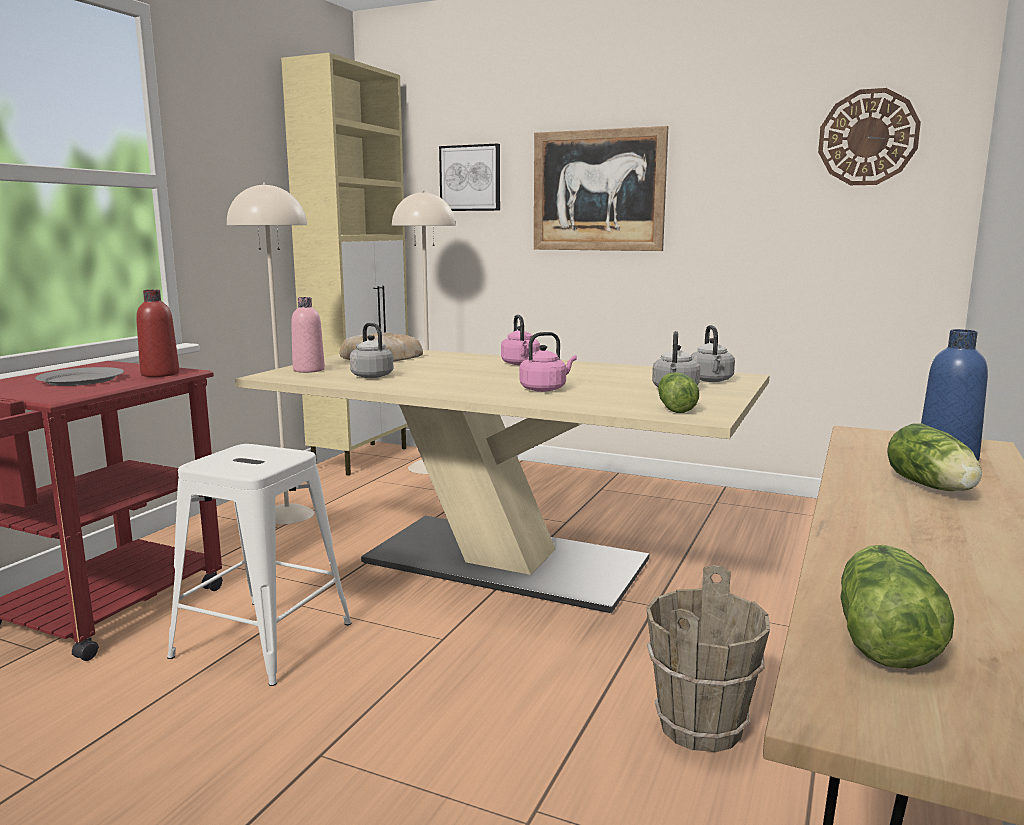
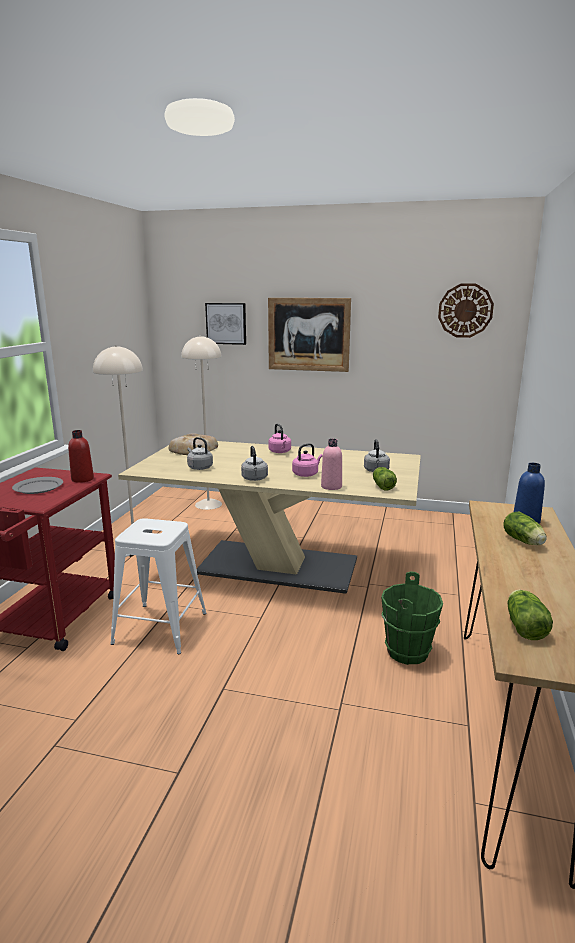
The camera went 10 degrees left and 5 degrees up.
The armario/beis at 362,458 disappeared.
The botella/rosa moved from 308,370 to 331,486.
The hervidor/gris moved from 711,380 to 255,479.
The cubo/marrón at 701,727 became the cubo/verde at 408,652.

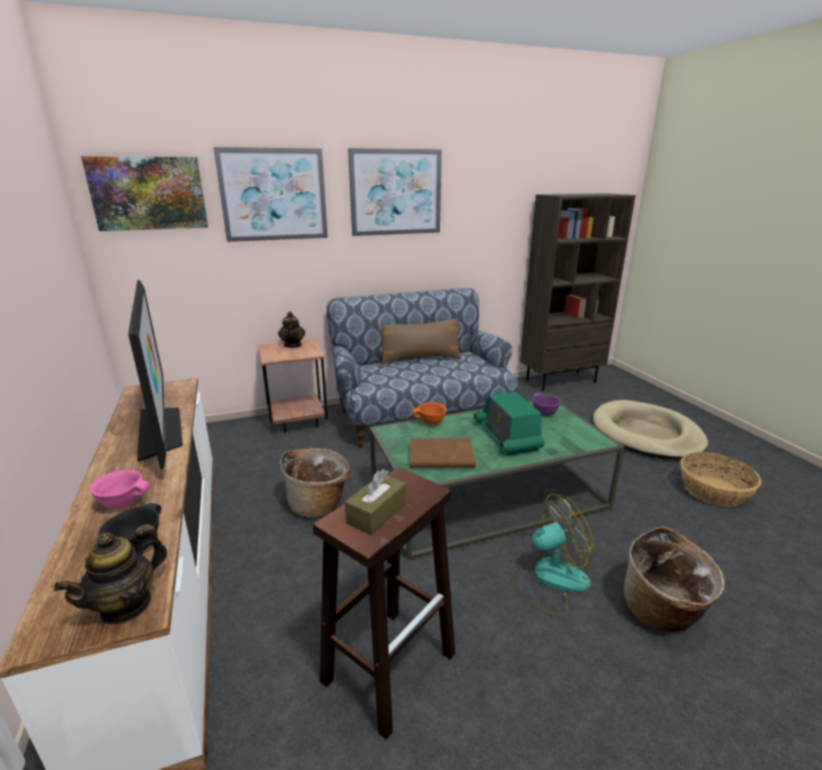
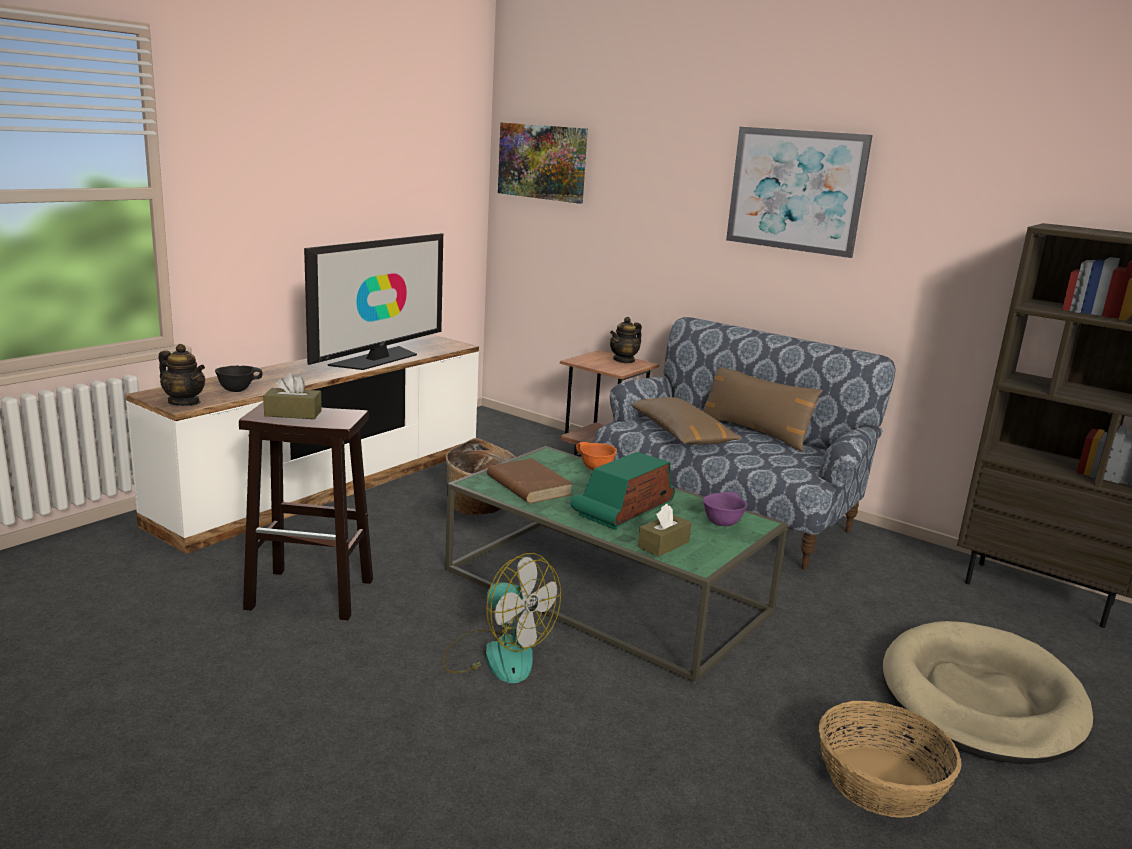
The camera went 55 degrees right and 5 degrees down.
The cuadro at 273,195 disappeared.
The cuenco/rosa at 124,503 disappeared.
The tetera at 127,606 turned 150 degrees counterclockwise.
The cesta at 662,612 disappeared.
The cojín/marrón at 679,433 appeared.
The caja de pañuelos/marrón at 663,544 appeared.

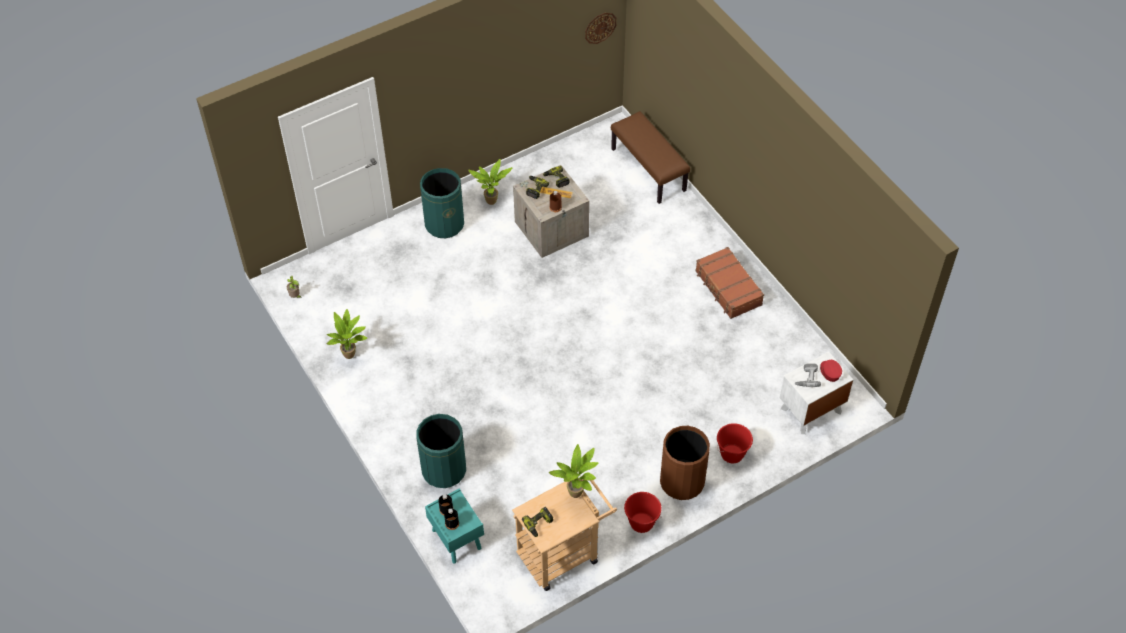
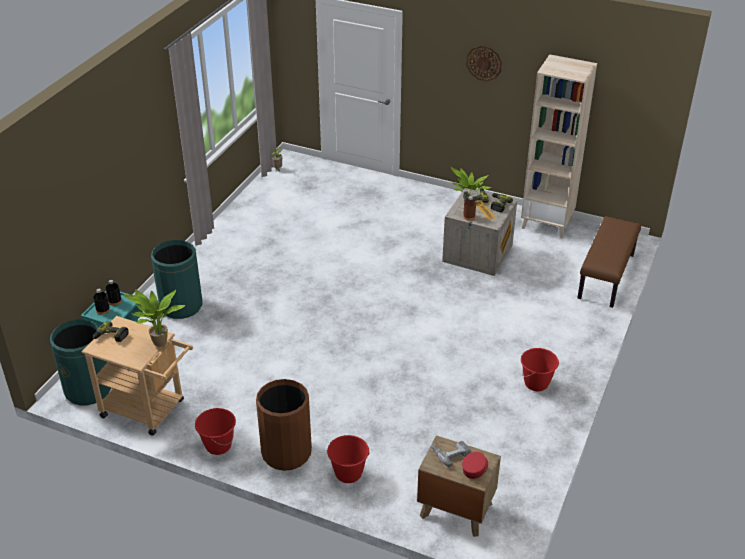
The camera went 55 degrees right and 15 degrees down.
The reloj de pared moved from 600,27 to 484,63.
The papelera/verde moved from 444,224 to 88,389.
The maleta/marrón at 728,288 was replaced by the cubo/rojo at 536,383.
The planta en maceta at 351,355 disappeared.
The mesita de noche/blanco at 810,410 became the mesita de noche/marrón at 455,510.
The estantería/beis at 547,224 appeared.

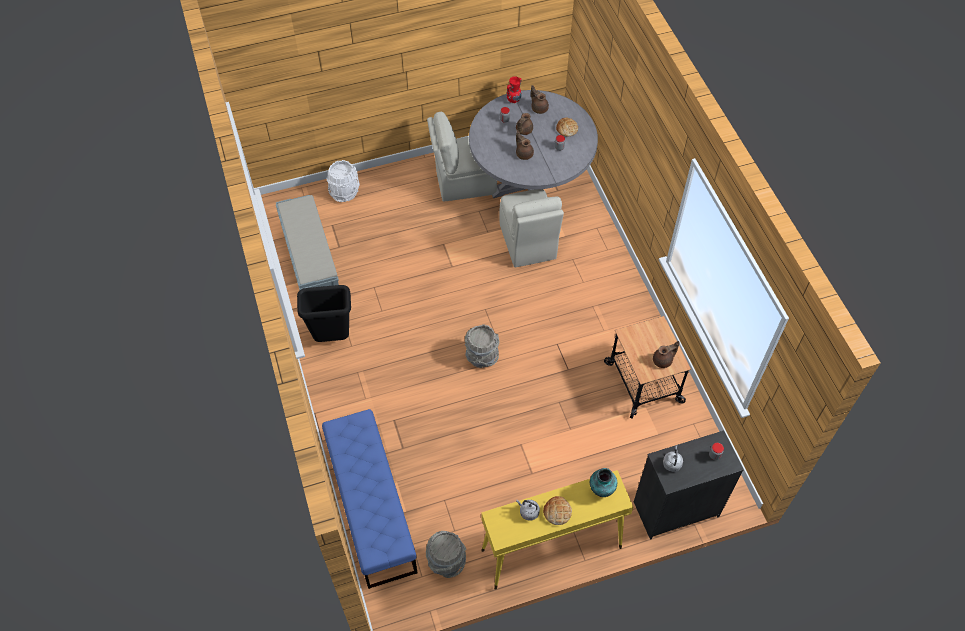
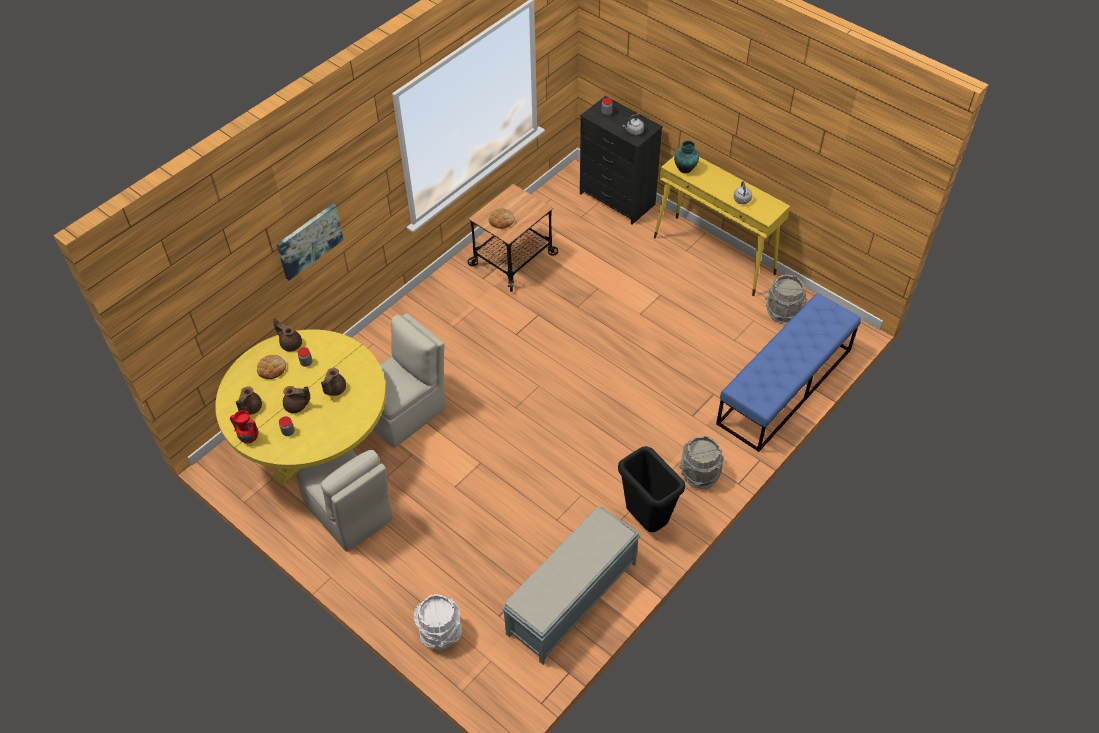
The camera went 120 degrees left and 5 degrees down.
The mesa de comedor/gris at 530,184 became the mesa de comedor/amarillo at 317,448.
The cubo/gris moved from 481,356 to 699,475.
The tetera/marrón moved from 663,360 to 290,343.
The pan moved from 557,512 to 501,220.
The cuadro at 309,241 appeared.

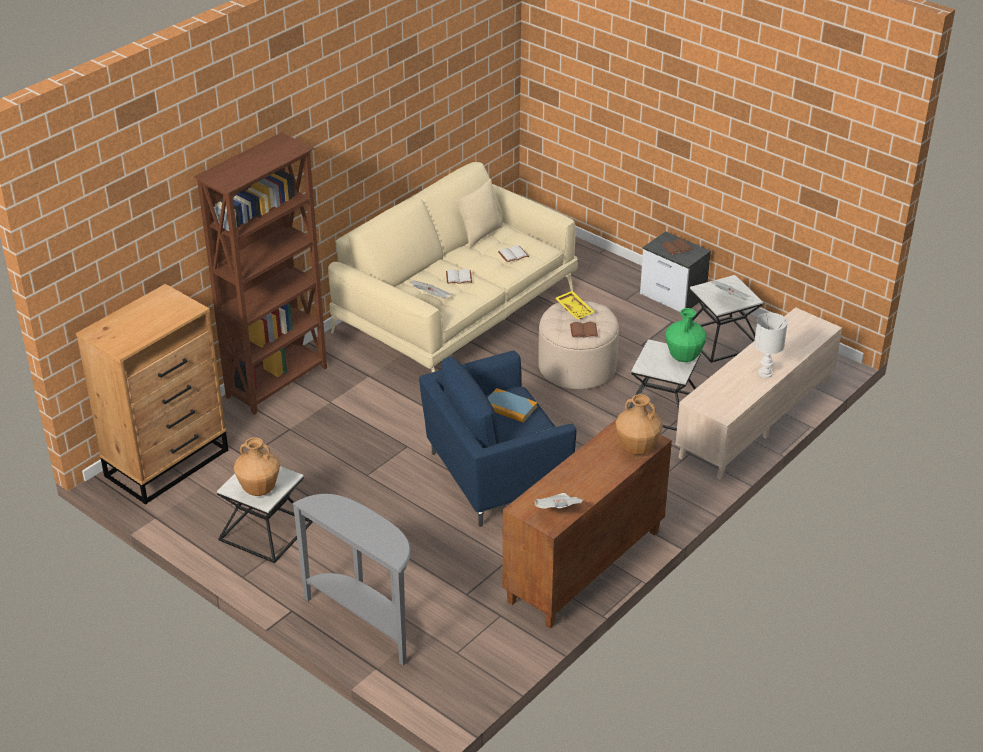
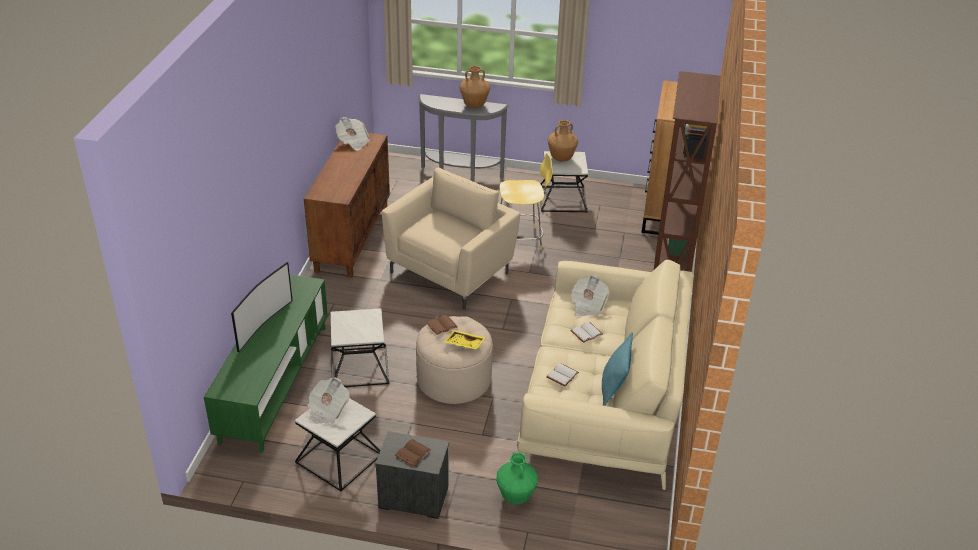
The camera went 150 degrees right and 0 degrees up.
The cojín/beis at 481,234 became the cojín/turquesa at 613,389.
The mueble de televisión/beis at 755,419 became the mueble de televisión/verde at 274,382.
The florero/verde moved from 683,357 to 516,497.
The lámpara de mesa/blanco at 765,374 was replaced by the televisor at 262,324.
The sillón/azul at 494,476 became the sillón/beis at 451,272.
The libro at 509,407 disappeared.
The florero/marrón moved from 636,449 to 474,105.
The taburete/amarillo at 520,239 appeared.

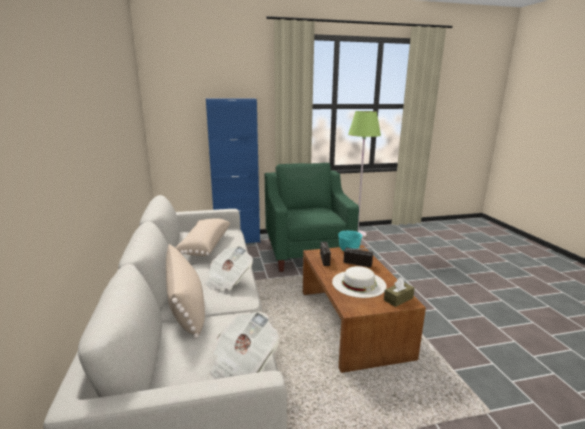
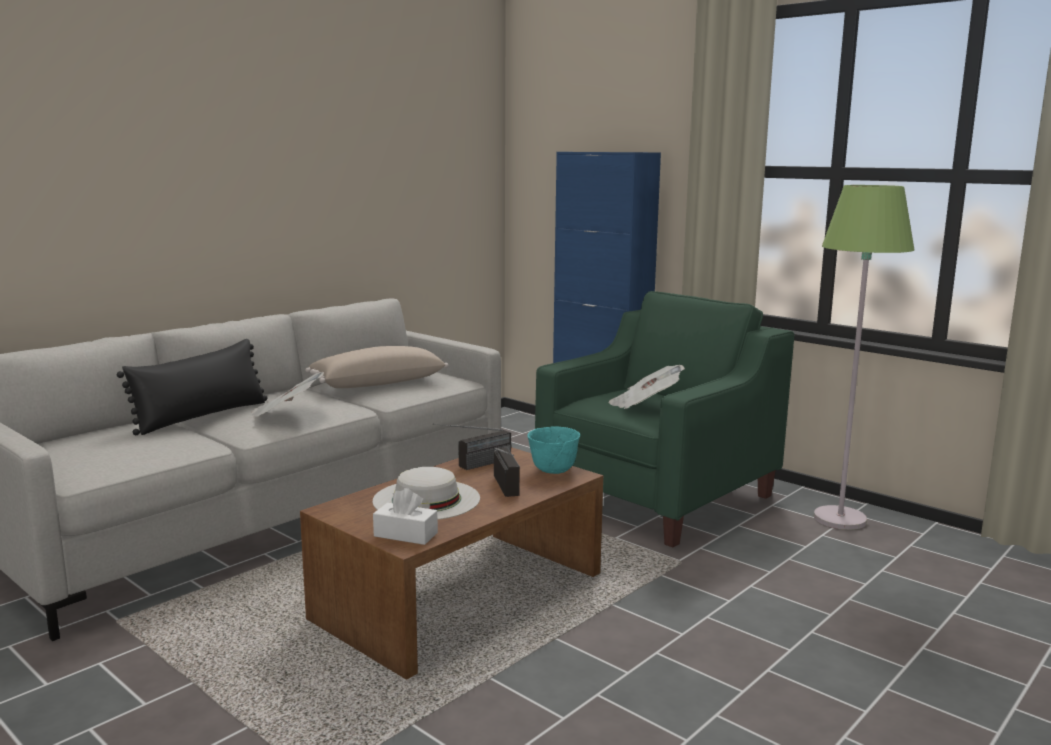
The camera went 55 degrees right and 5 degrees down.
The cojín/beis at 186,306 became the cojín/negro at 202,416.
The caja de pañuelos/marrón at 398,299 became the caja de pañuelos/blanco at 405,534.
The periódico moved from 242,364 to 644,405.

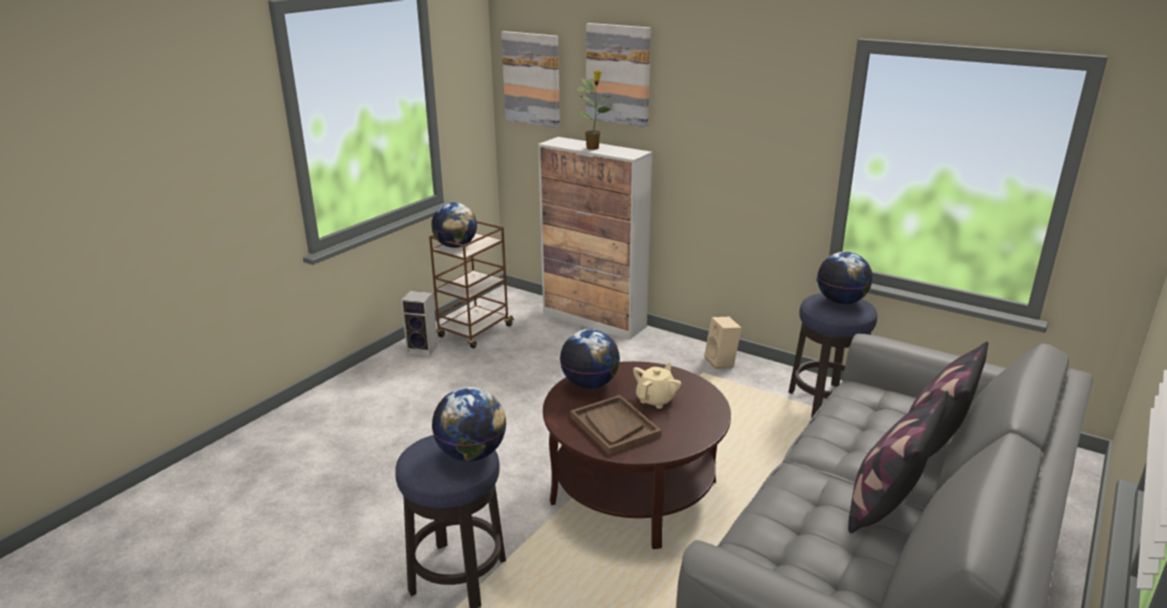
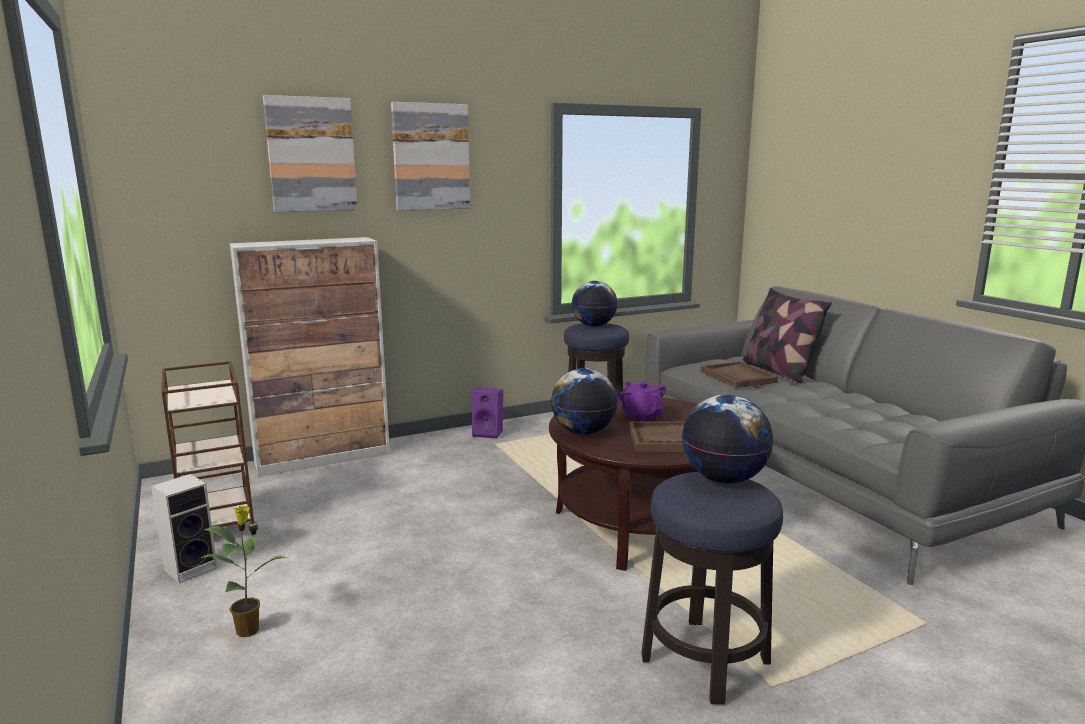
The camera went 60 degrees left and 10 degrees down.
The cuadro moved from 532,79 to 431,157.
The planta en maceta moved from 593,148 to 249,629.
The globo terráqueo at 455,246 disappeared.
The altavoz/beis at 722,362 became the altavoz/morado at 489,433.
The tetera/beis at 656,399 became the tetera/morado at 641,417.
The cojín at 885,505 disappeared.
The bandeja/marrón at 738,377 appeared.

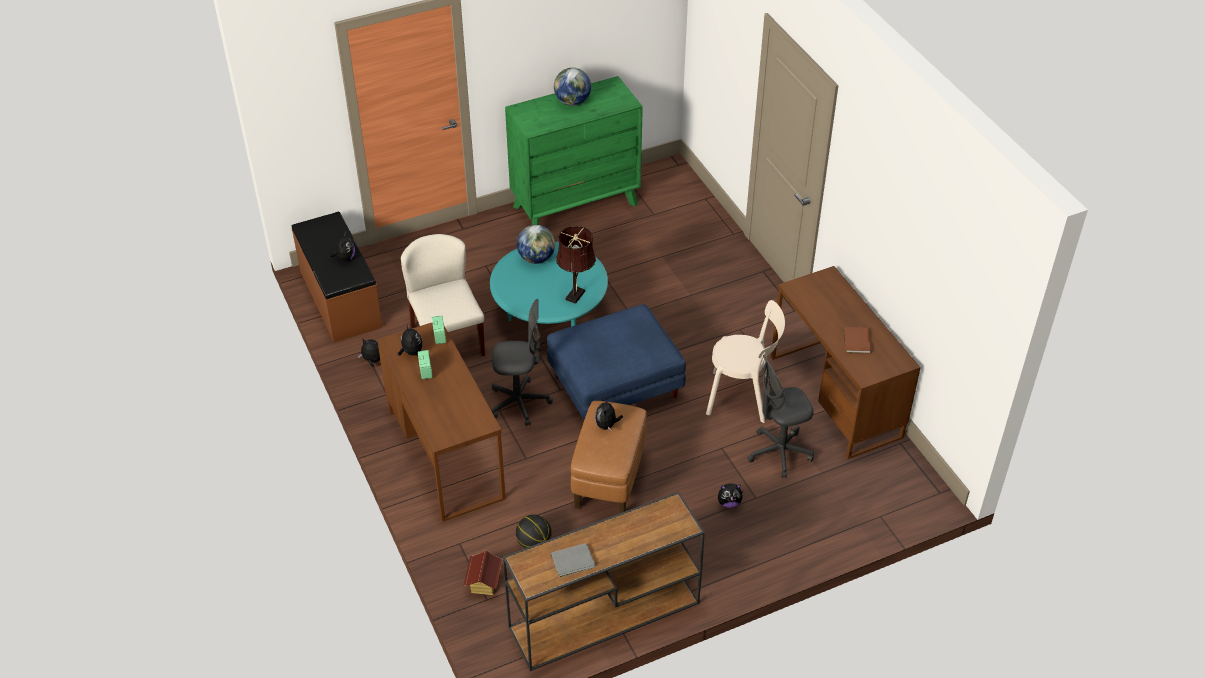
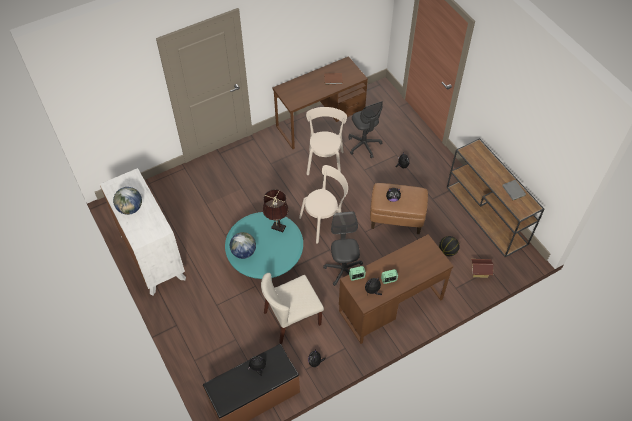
The camera went 95 degrees left and 10 degrees up.
The cómoda/verde at 575,205 became the cómoda/blanco at 152,256.
The puf/azul at 614,388 was replaced by the silla/beis at 325,222.

